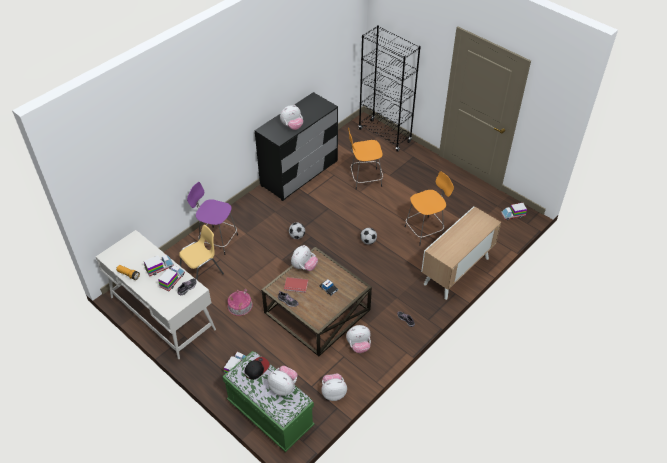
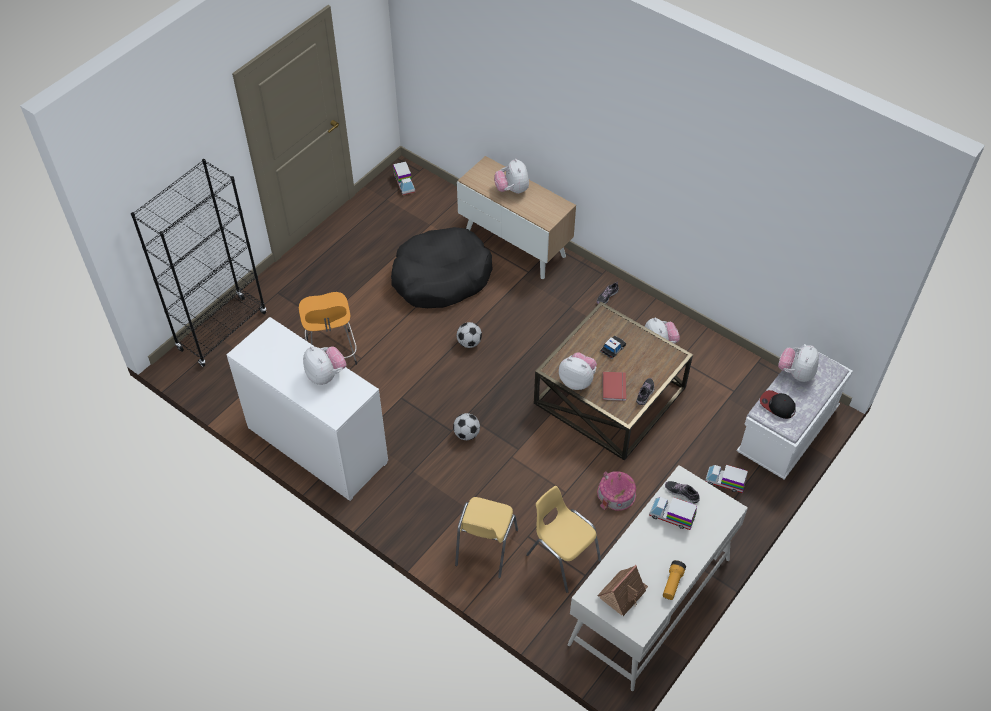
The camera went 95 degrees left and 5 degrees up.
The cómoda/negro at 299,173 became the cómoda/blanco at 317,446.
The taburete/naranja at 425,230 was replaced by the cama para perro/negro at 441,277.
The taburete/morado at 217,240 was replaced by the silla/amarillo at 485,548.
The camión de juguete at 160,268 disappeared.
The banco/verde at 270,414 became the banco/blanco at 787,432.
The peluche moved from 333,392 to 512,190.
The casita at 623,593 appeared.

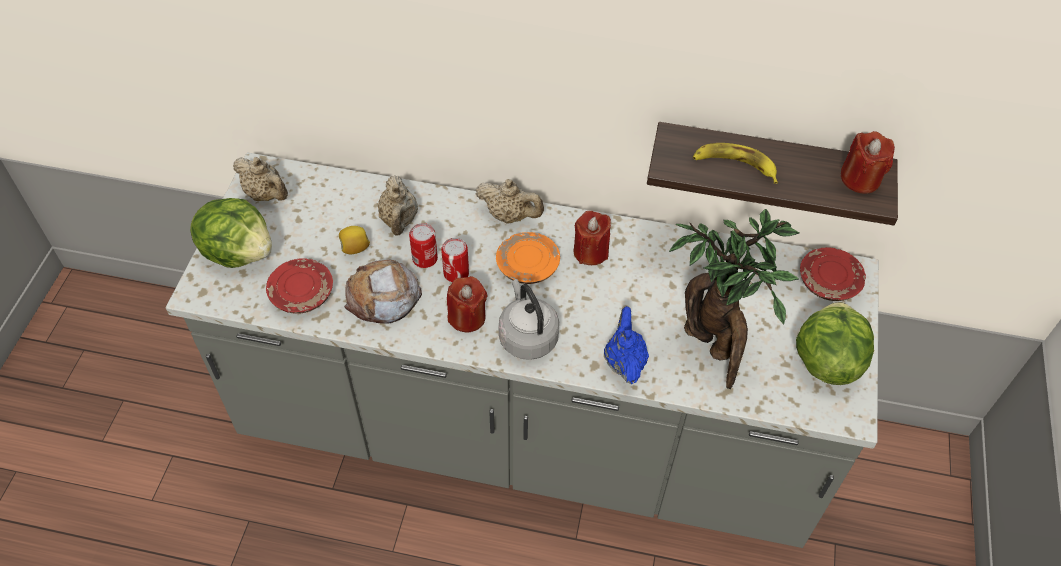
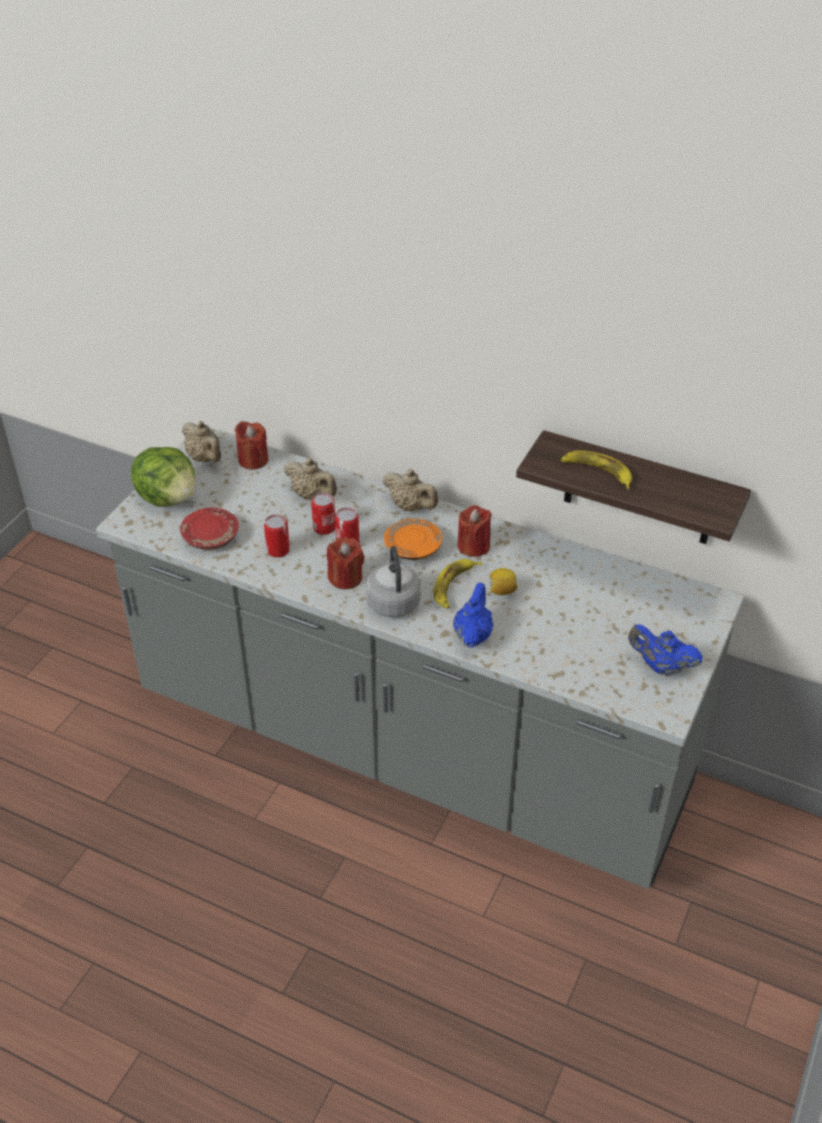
The camera went 15 degrees right and 10 degrees down.
The vela/rojo moved from 860,179 to 253,460.
The tetera/beis at 399,221 turned 60 degrees counterclockwise.
The planta en maceta at 712,347 disappeared.
The limón moved from 355,248 to 502,591.
The plato/rojo at 829,282 disappeared.
The pan at 382,296 was replaced by the lata at 278,550.
The lechuga at 826,361 was replaced by the tetera/azul at 661,667.
The plátano at 454,586 appeared.

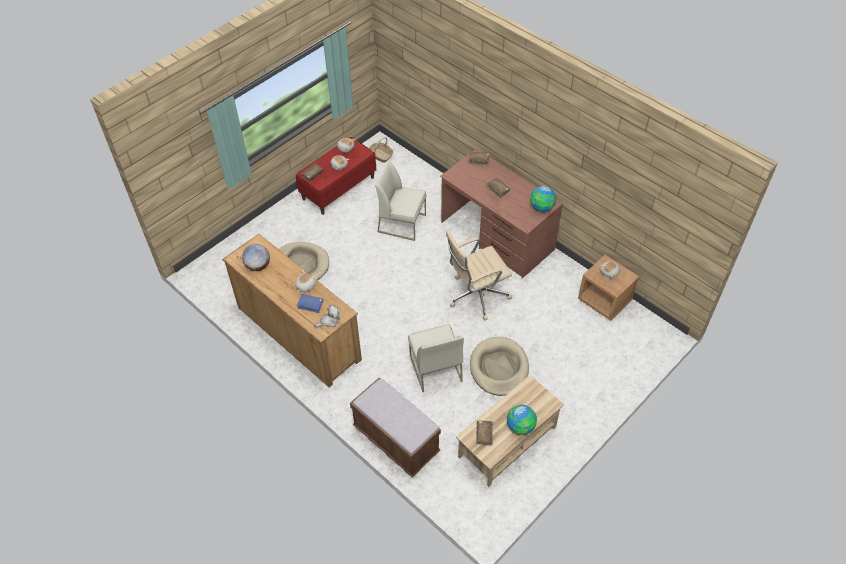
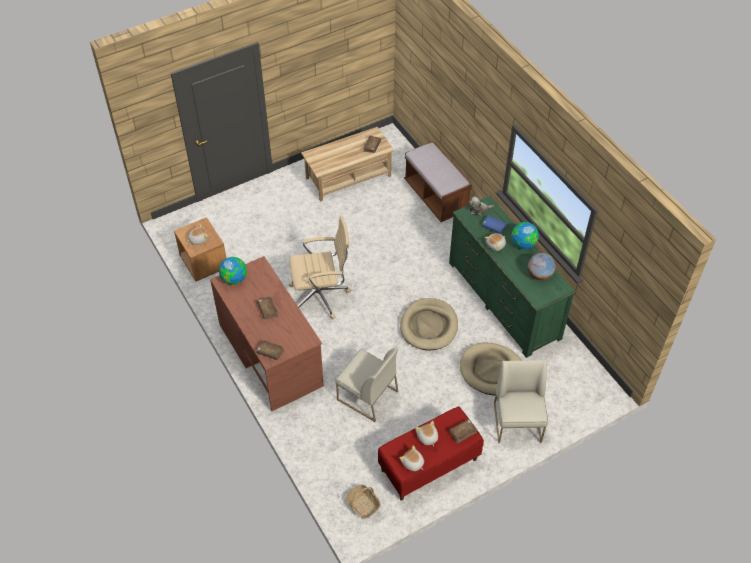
The camera went 165 degrees left and 0 degrees up.
The cómoda/marrón at 298,333 became the cómoda/verde at 503,300.
The silla/blanco moved from 435,368 to 518,422.
The cama para perro/beis moved from 499,368 to 429,326.
The globo terráqueo moved from 520,427 to 523,244.

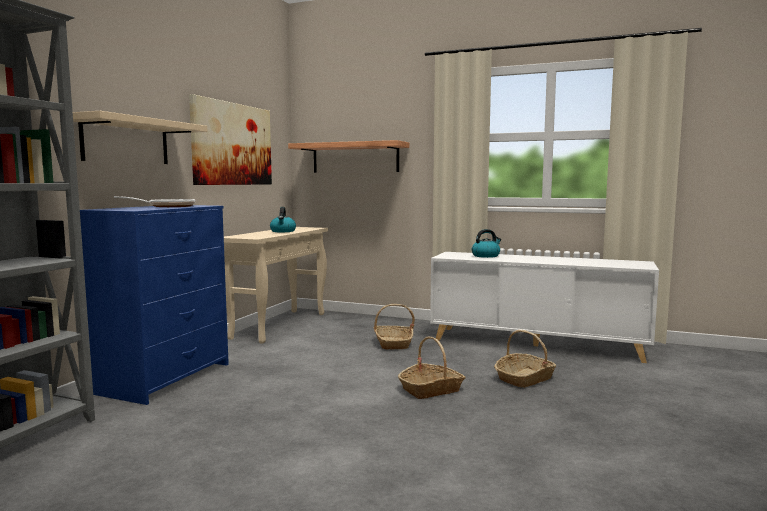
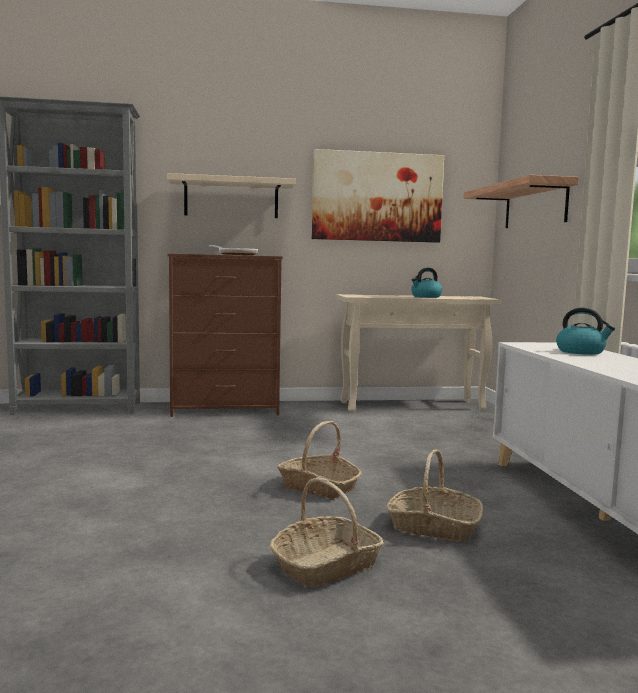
The camera went 60 degrees right and 0 degrees up.
The cómoda/azul at 166,378 became the cómoda/marrón at 226,409.
The cesta moved from 393,343 to 326,565.

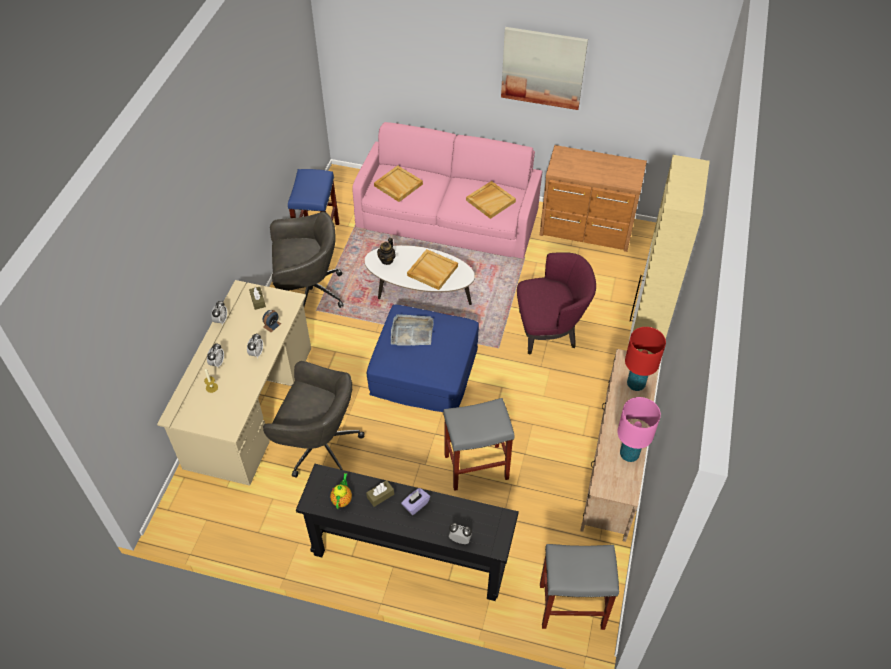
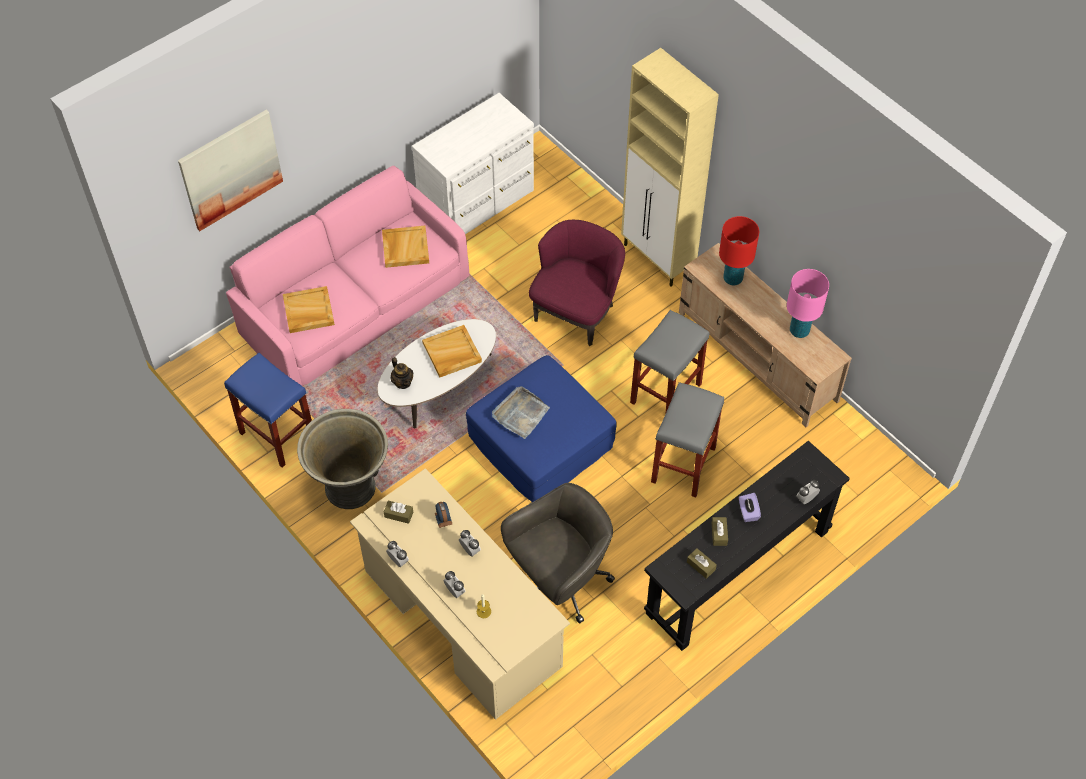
The camera went 55 degrees left and 5 degrees up.
The cuadro moved from 543,68 to 230,169.
The cómoda/marrón at 586,230 became the cómoda/blanco at 479,202.
The silla de oficina/gris at 308,293 was replaced by the maceta/gris at 350,486.
The tetera at 342,499 was replaced by the caja de pañuelos/marrón at 701,566.
The taburete/gris moved from 570,606 to 665,394.

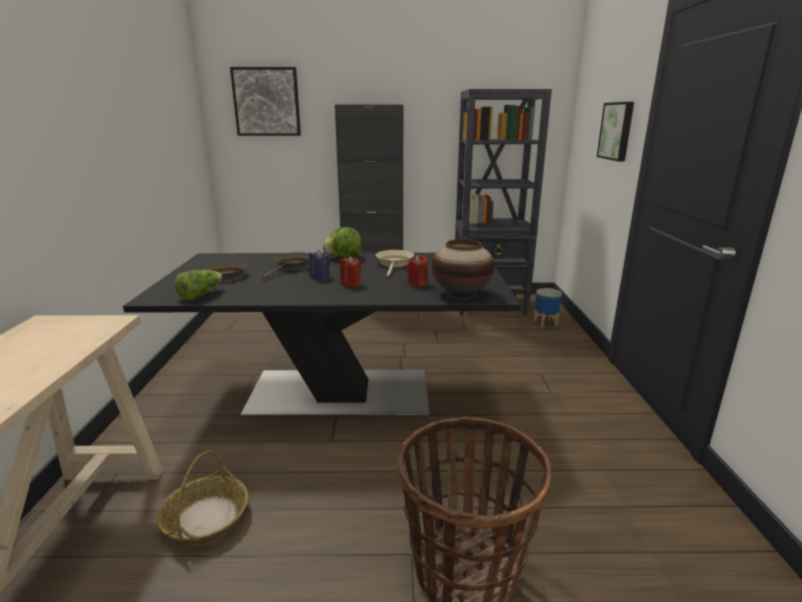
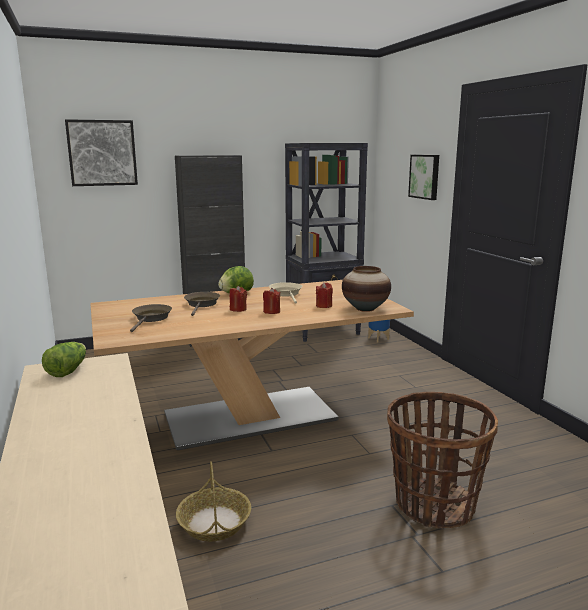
The camera went 20 degrees left and 5 degrees down.
The vela/azul at 320,276 became the vela/rojo at 238,309.
The mesa de comedor/negro at 340,394 became the mesa de comedor/beis at 250,417.
The lechuga moved from 200,295 to 67,370.

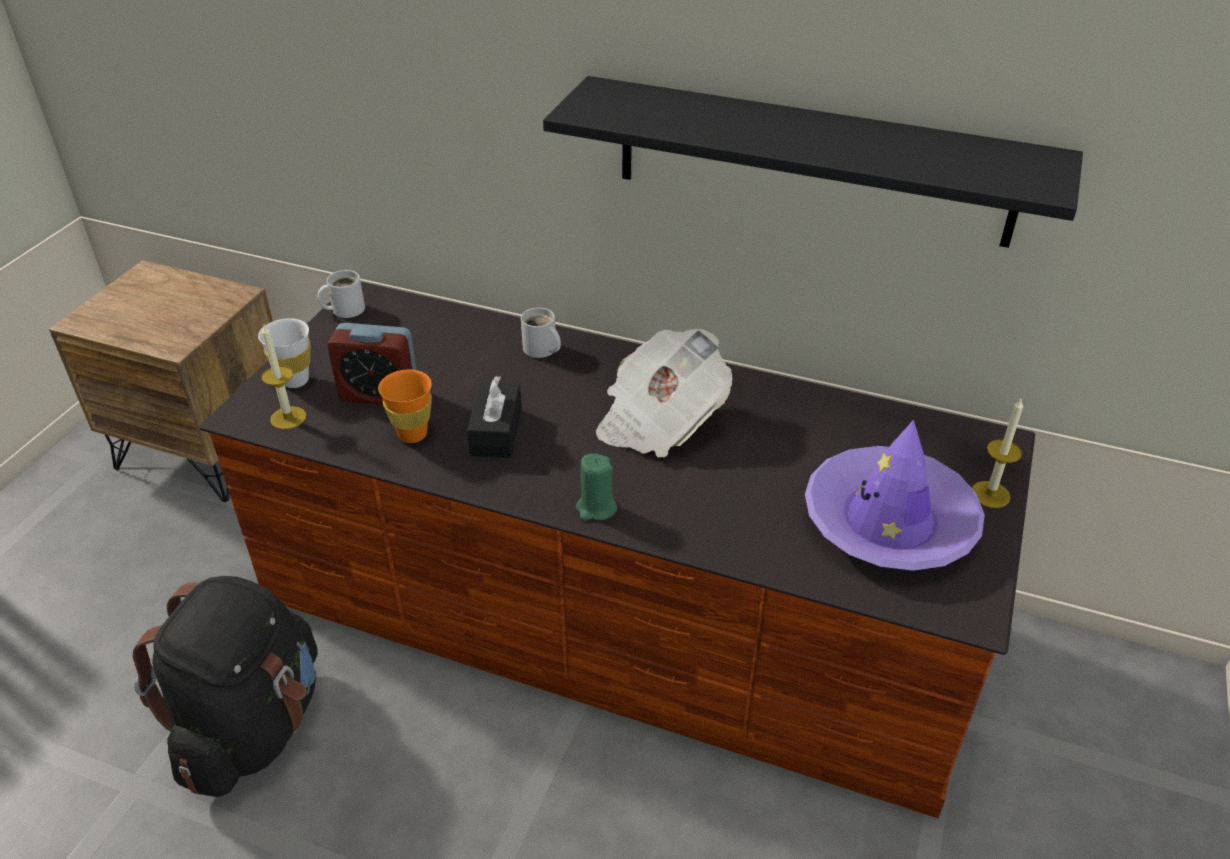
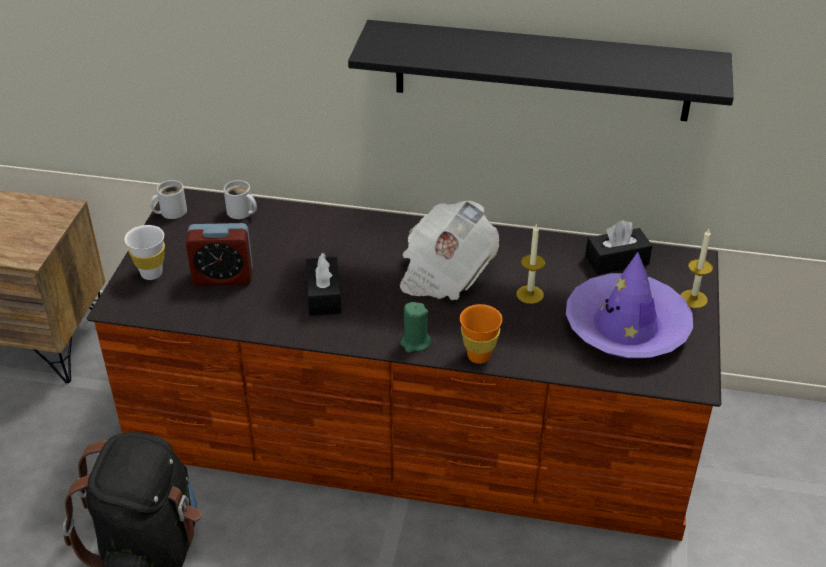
The camera went 10 degrees left and 0 degrees up.
The taza grande/blanco moved from 541,350 to 241,213.
The vela moved from 288,418 to 530,294.
The taza/naranja moved from 412,434 to 479,356.
The caja de pañuelos/negro at 617,260 appeared.

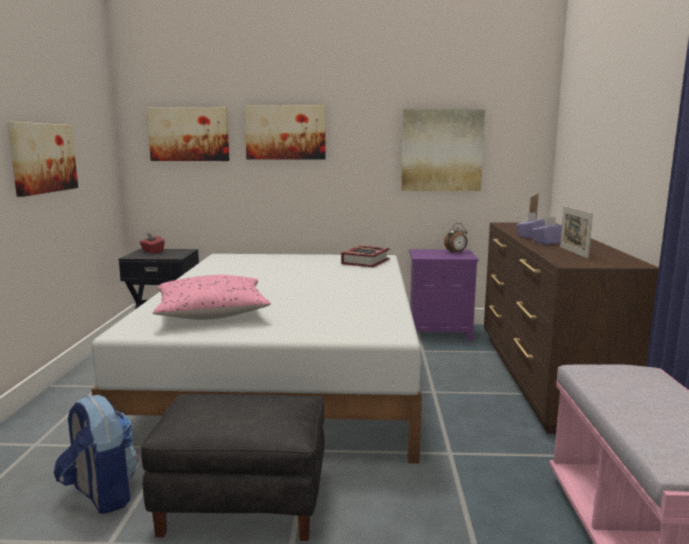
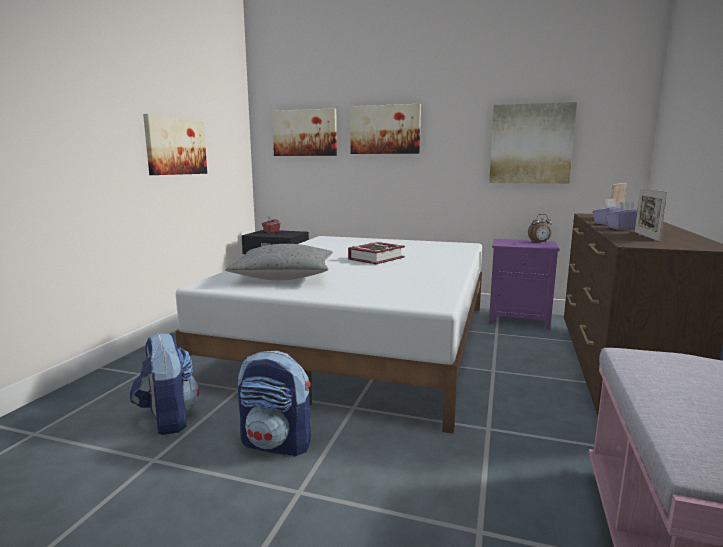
The camera went 15 degrees right and 0 degrees up.
The libro moved from 365,261 to 376,258.
The cojín/rosa at 211,313 became the cojín/gris at 284,276.
The puf/negro at 244,502 was replaced by the mochila at 277,443.

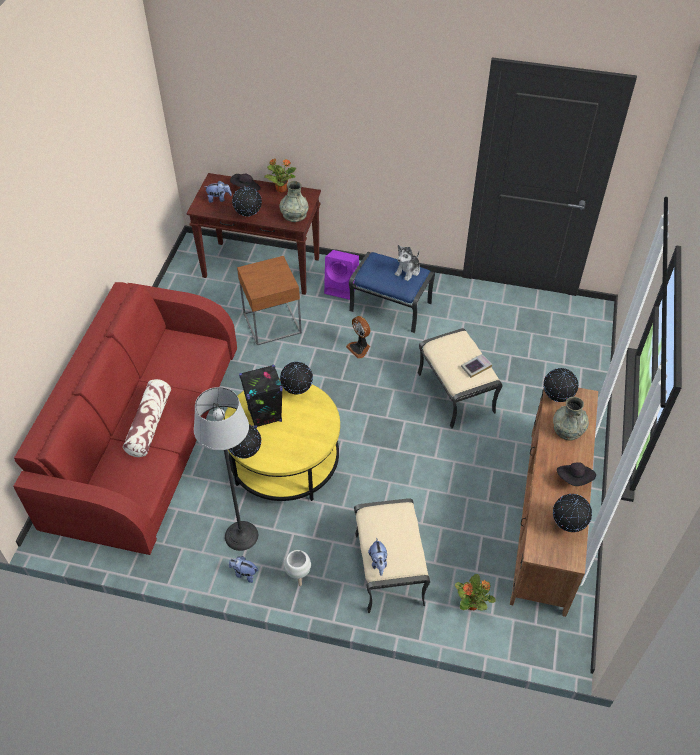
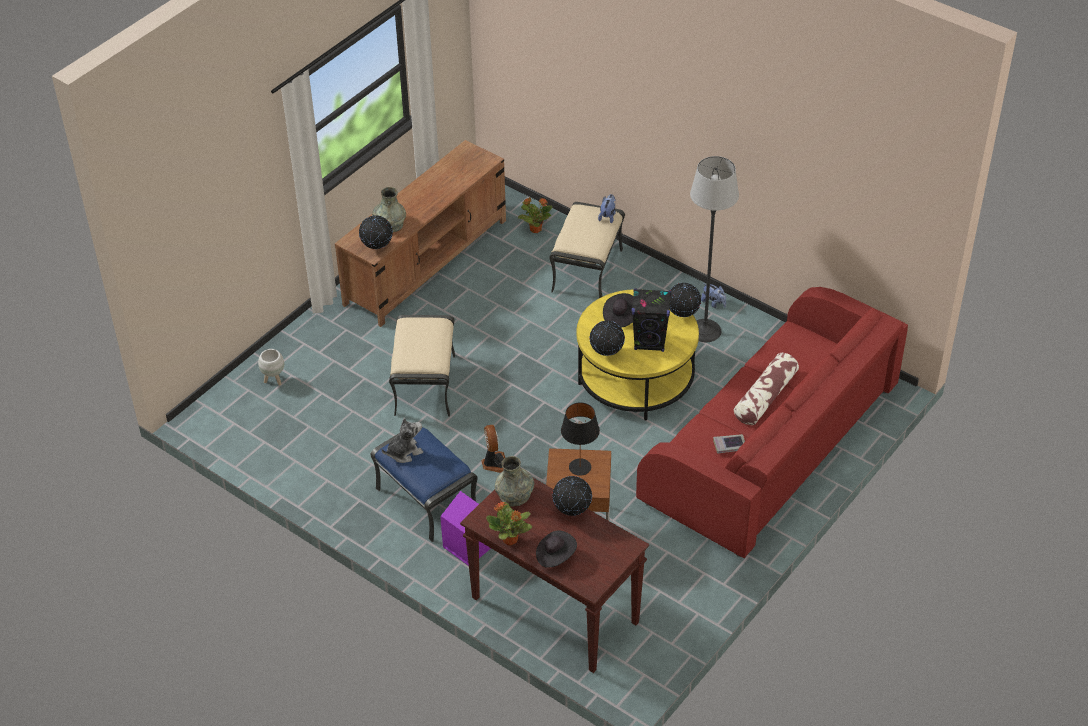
The camera went 155 degrees left and 5 degrees down.
The peluche at 219,199 disappeared.
The libro moved from 476,367 to 729,446.
The sombrero/negro moved from 574,479 to 620,316.
The globo terráqueo at 567,525 disappeared.
The maceta/blanco moved from 298,577 to 274,380.
The lámpara de mesa/negro at 580,467 appeared.

